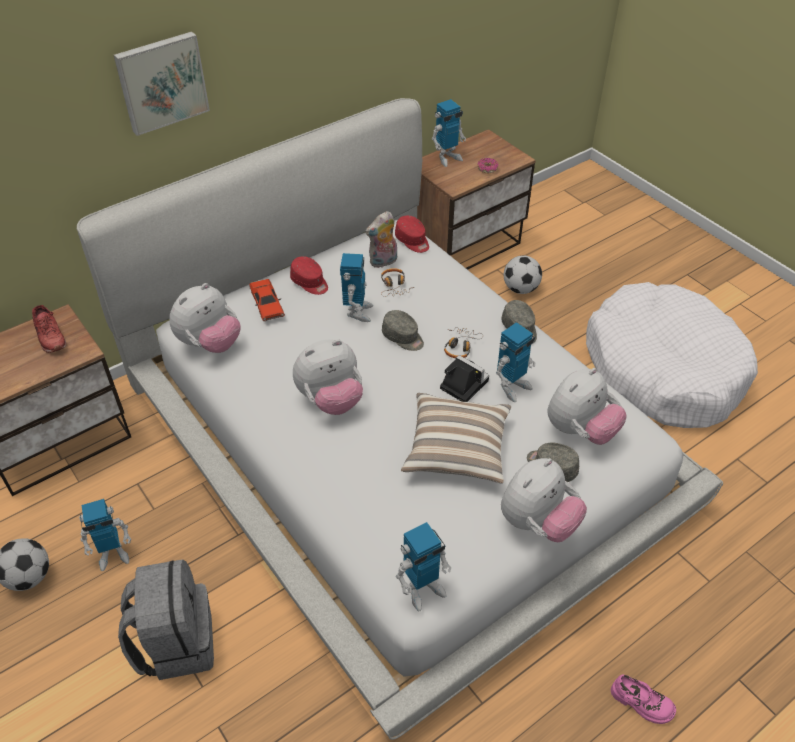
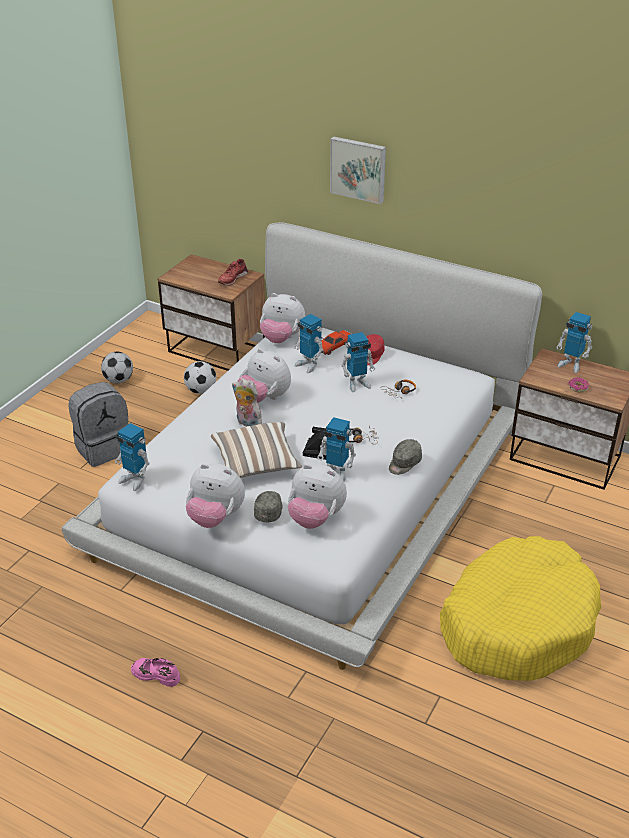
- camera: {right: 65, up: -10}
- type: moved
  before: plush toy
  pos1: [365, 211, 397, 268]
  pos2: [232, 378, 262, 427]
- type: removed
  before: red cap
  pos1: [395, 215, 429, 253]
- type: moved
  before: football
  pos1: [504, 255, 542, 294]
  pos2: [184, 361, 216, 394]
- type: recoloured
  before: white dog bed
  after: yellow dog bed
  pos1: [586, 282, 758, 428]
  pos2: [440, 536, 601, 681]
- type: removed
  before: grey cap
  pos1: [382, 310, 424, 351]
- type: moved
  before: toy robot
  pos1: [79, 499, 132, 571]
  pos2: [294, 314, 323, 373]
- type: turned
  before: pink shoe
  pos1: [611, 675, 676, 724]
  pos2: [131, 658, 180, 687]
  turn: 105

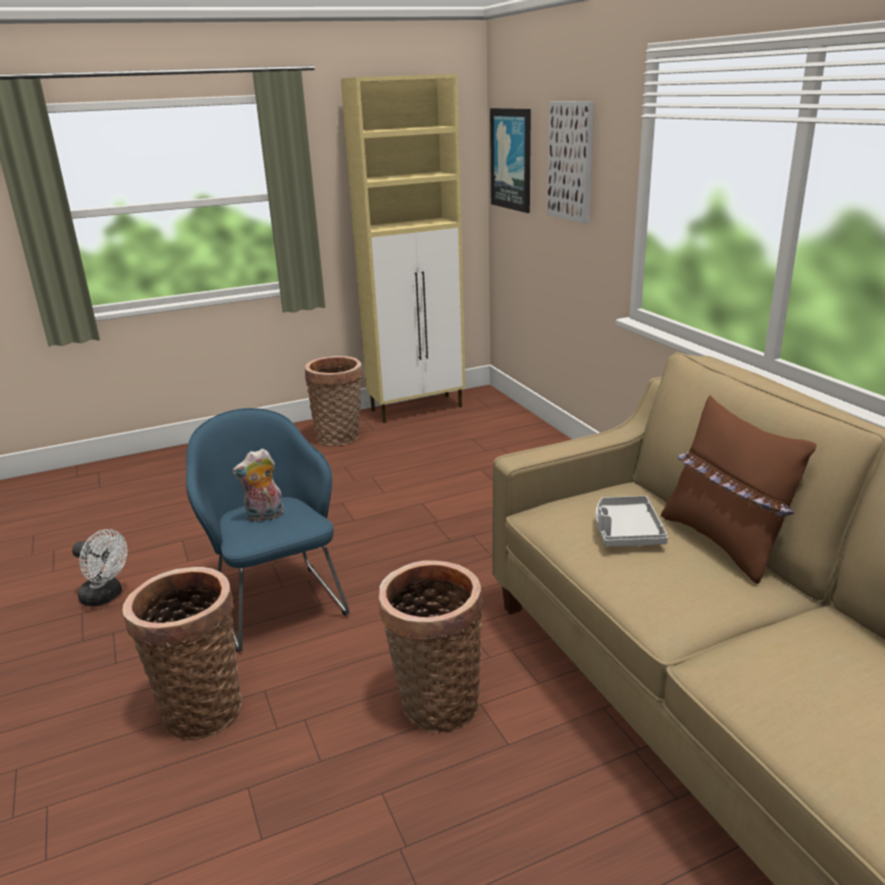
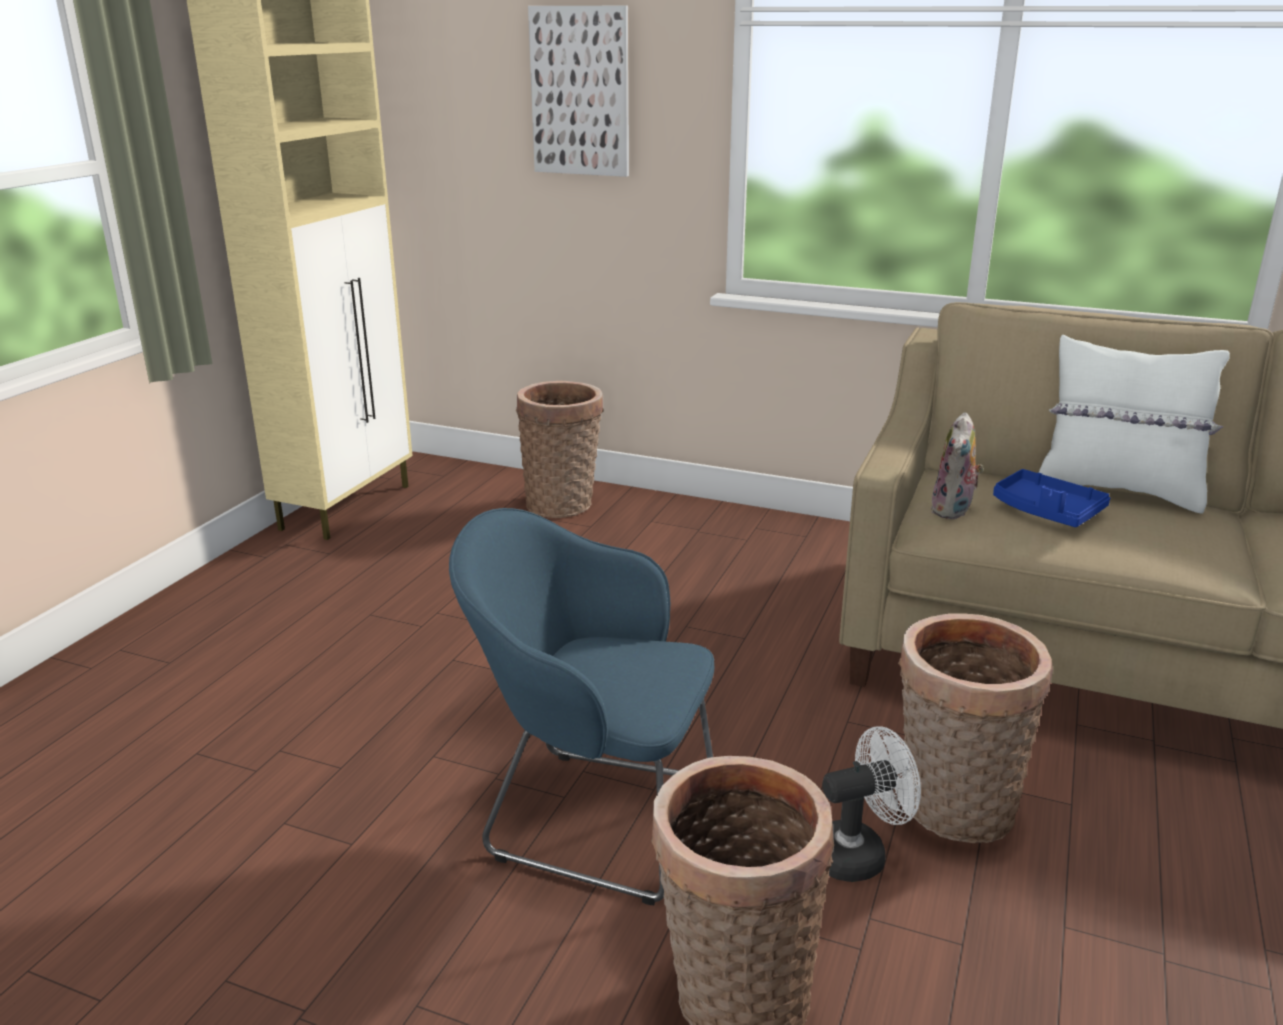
- camera: {right: -45, up: 0}
- type: removed
  before: picture
  pos1: [490, 108, 531, 213]
- type: moved
  before: basket
  pos1: [305, 356, 363, 446]
  pos2: [516, 381, 604, 518]
- type: recoloured
  before: brown pillow
  after: white pillow
  pos1: [661, 395, 817, 584]
  pos2: [1039, 335, 1230, 513]
- type: moved
  before: plush toy
  pos1: [232, 448, 284, 522]
  pos2: [931, 412, 984, 519]
- type: recoloured
  before: grey tray
  after: blue tray
  pos1: [596, 496, 668, 547]
  pos2: [993, 469, 1110, 527]
- type: moved
  before: white fan
  pos1: [72, 529, 127, 606]
  pos2: [822, 726, 921, 882]

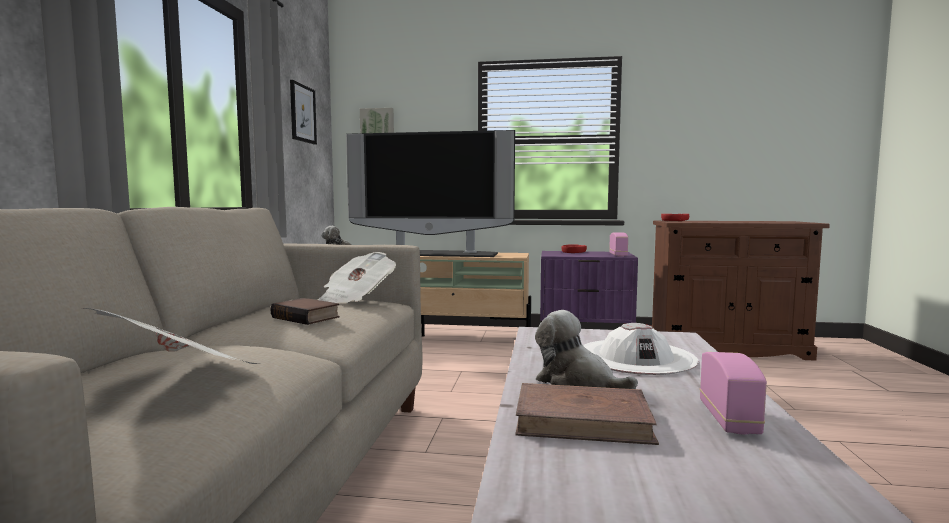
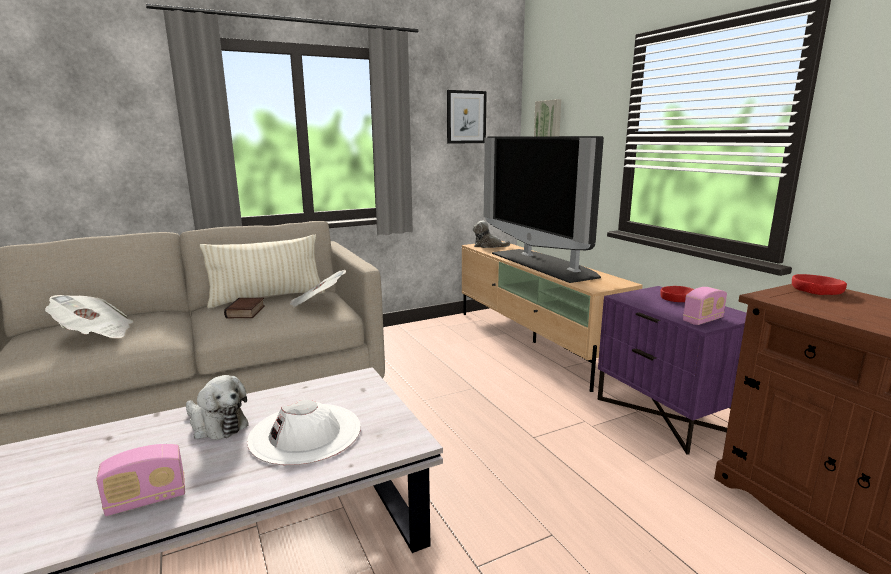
- camera: {right: 55, up: 10}
- type: turned
  before: plush toy
  pos1: [535, 310, 638, 389]
  pos2: [186, 375, 249, 440]
  turn: 120
- type: removed
  before: brown book
  pos1: [515, 383, 659, 445]
- type: added
  after: beige pillow
  pos2: [200, 235, 325, 308]

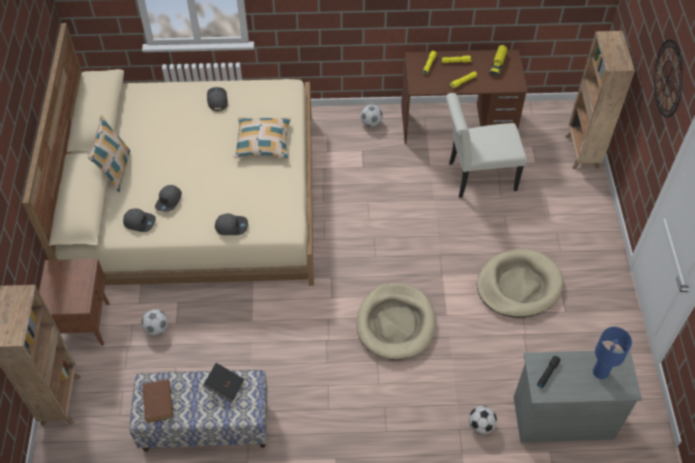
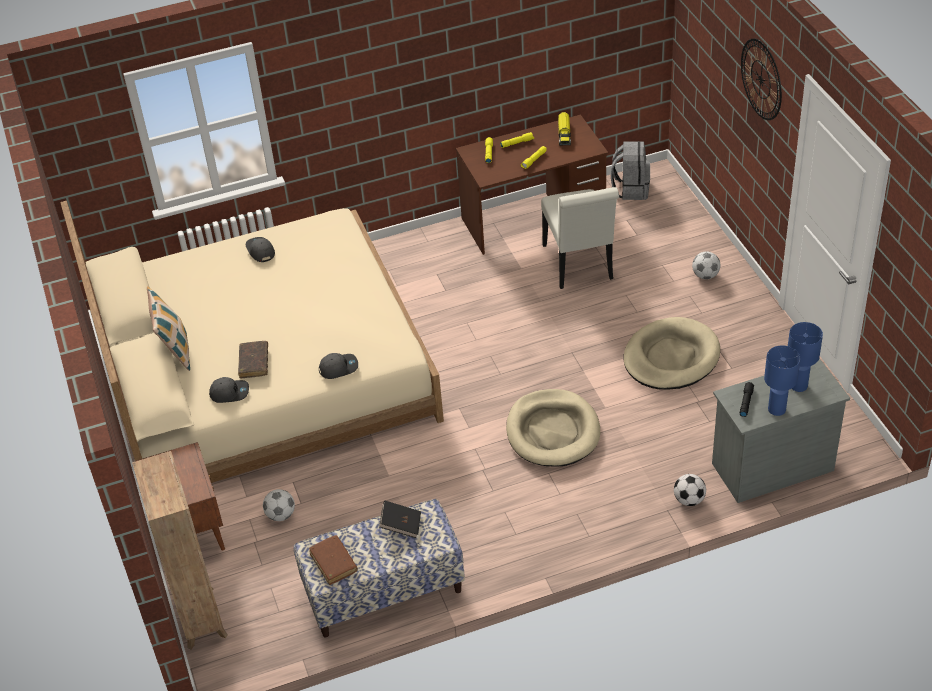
- camera: {right: -15, up: -10}
- type: removed
  before: brown bookcase
  pos1: [566, 31, 635, 170]
- type: turned
  before: white chair
  pos1: [446, 93, 527, 198]
  pos2: [541, 187, 619, 289]
  turn: -75
- type: moved
  before: football
  pos1: [360, 105, 383, 127]
  pos2: [692, 252, 720, 279]
- type: removed
  before: pillow
  pos1: [234, 117, 291, 158]
- type: replaced
  before: grey cap
  after: brown book
  pos1: [155, 185, 182, 212]
  pos2: [238, 341, 268, 379]
- type: added
  after: grey backpack
  pos2: [611, 141, 650, 200]
- type: added
  after: blue table lamp
  pos2: [764, 346, 800, 416]

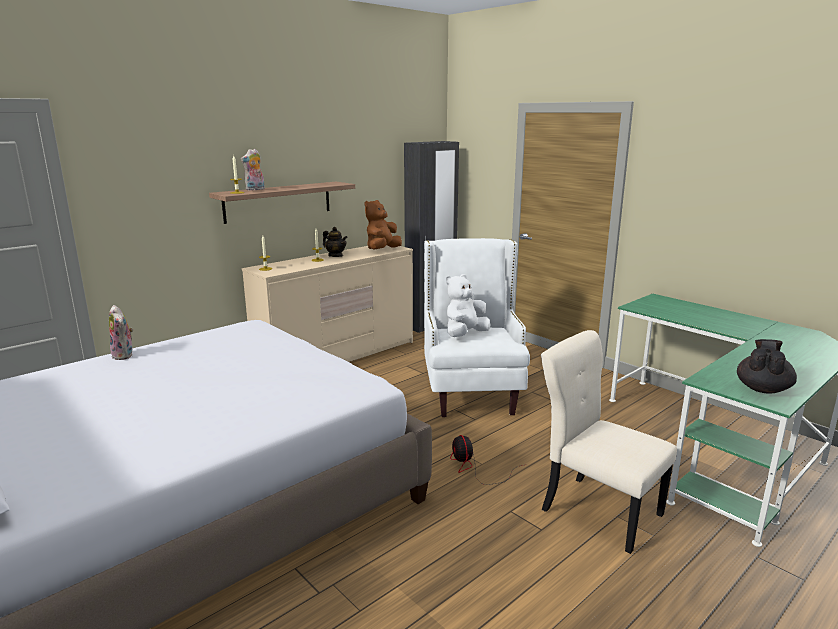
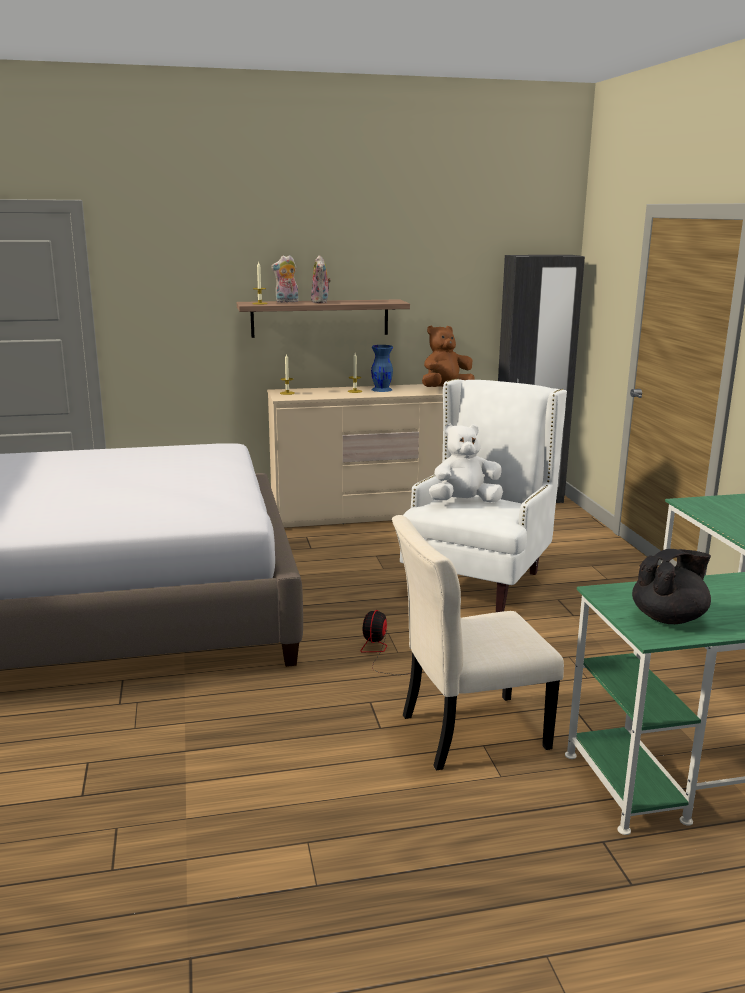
- camera: {right: 30, up: 0}
- type: replaced
  before: teapot
  after: blue vase
  pos1: [323, 227, 347, 257]
  pos2: [371, 345, 393, 392]
- type: moved
  before: plush toy
  pos1: [109, 305, 133, 360]
  pos2: [311, 255, 331, 303]
- type: turned
  before: beige chair
  pos1: [541, 330, 677, 554]
  pos2: [392, 515, 564, 771]
  turn: -90

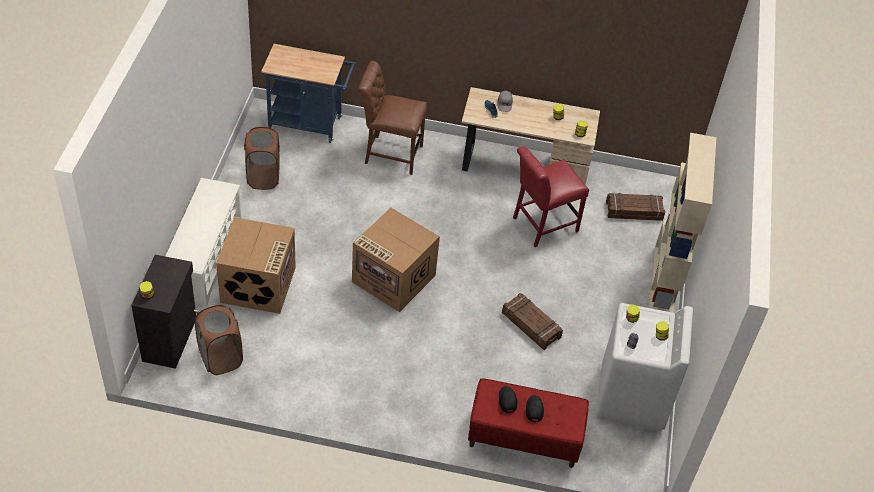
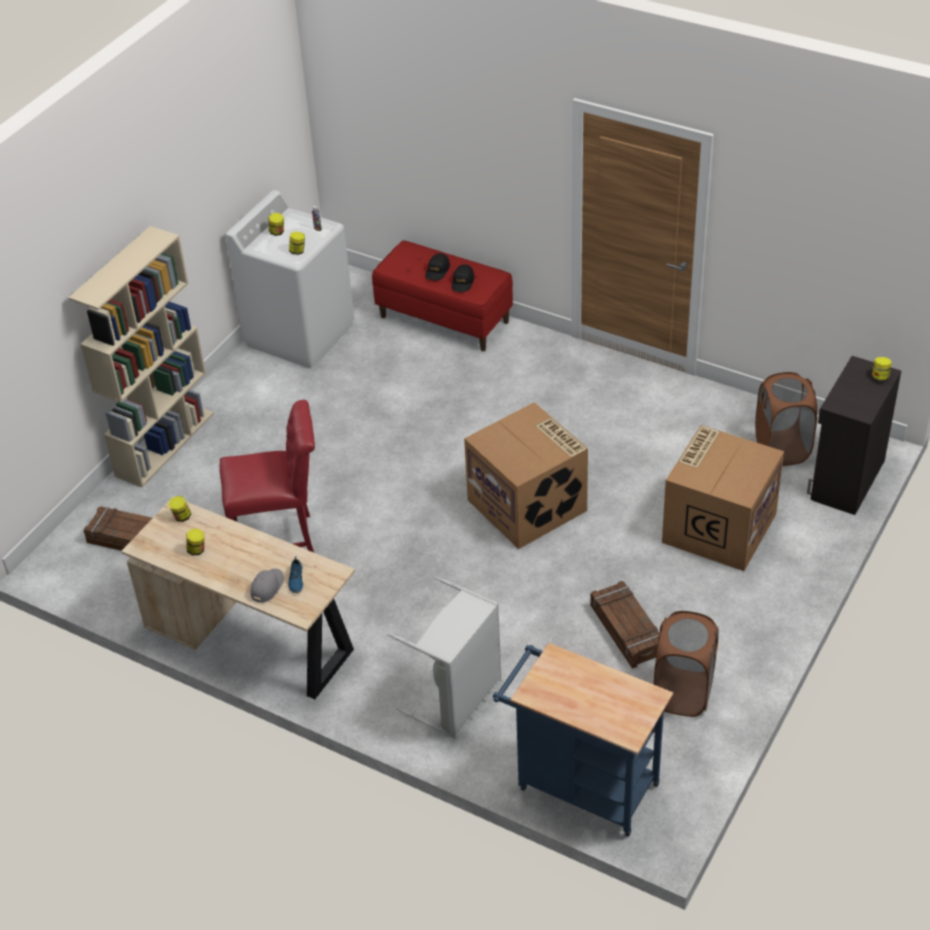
- camera: {right: -155, up: -5}
- type: replaced
  before: brown chair
  after: grey laundry basket
  pos1: [358, 61, 427, 175]
  pos2: [387, 576, 502, 739]
- type: removed
  before: white shoe rack
  pos1: [165, 178, 241, 307]
- type: moved
  before: crate
  pos1: [502, 293, 563, 350]
  pos2: [590, 581, 660, 668]

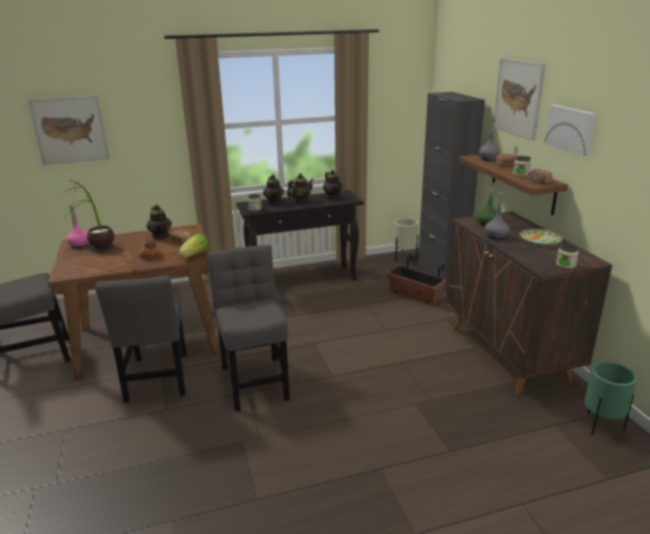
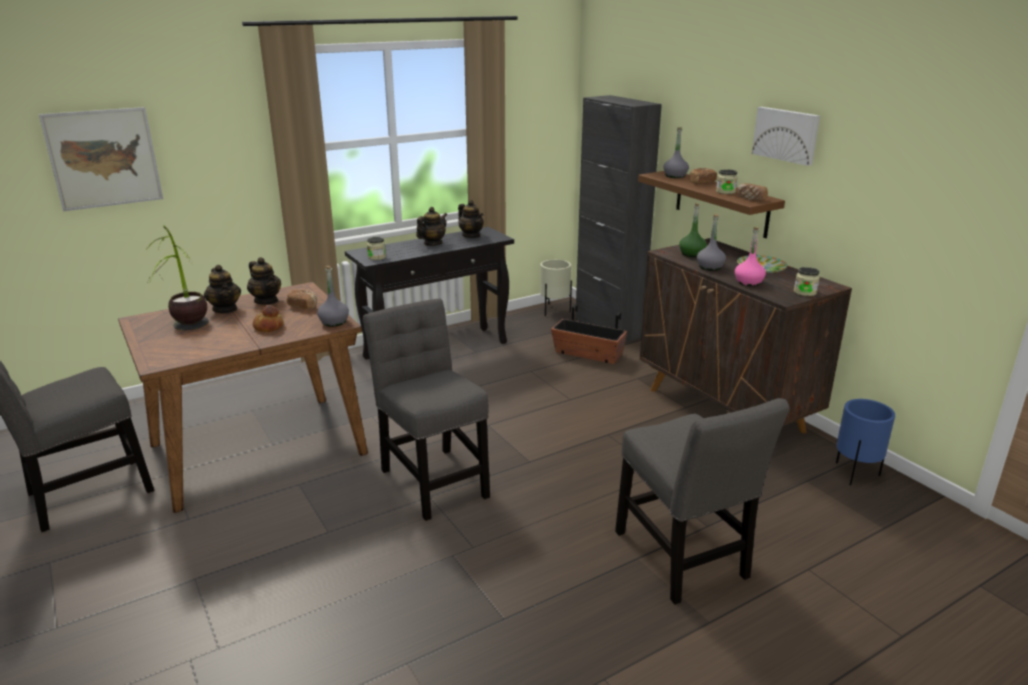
- camera: {right: -15, up: 0}
- type: removed
  before: picture
  pos1: [494, 58, 546, 141]
- type: moved
  before: teapot
  pos1: [263, 174, 284, 204]
  pos2: [204, 265, 241, 313]
- type: moved
  before: pink bottle
  pos1: [67, 206, 89, 248]
  pos2: [735, 227, 766, 286]
- type: replaced
  before: lettuce
  after: grey bottle
  pos1: [179, 234, 209, 258]
  pos2: [317, 266, 349, 327]
- type: moved
  before: grey chair
  pos1: [95, 275, 187, 403]
  pos2: [615, 398, 790, 605]
- type: recoloured
  before: green planter
  after: blue planter
  pos1: [584, 361, 637, 435]
  pos2: [836, 399, 895, 485]

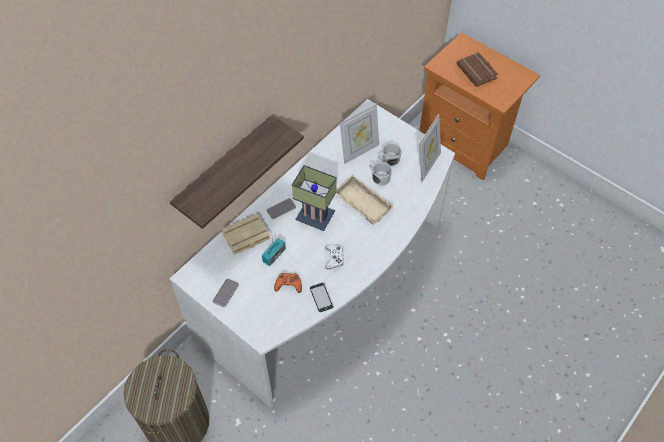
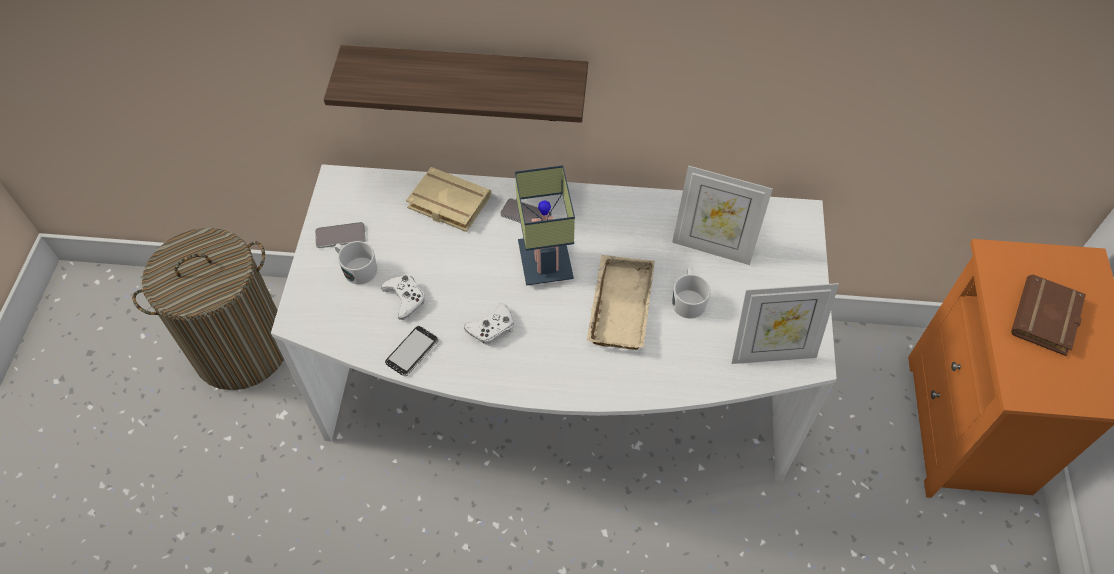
- camera: {right: 55, up: 0}
- type: moved
  before: white mug
  pos1: [378, 143, 401, 166]
  pos2: [335, 241, 377, 284]
- type: removed
  before: radio
  pos1: [262, 231, 286, 266]
- type: recoloured
  before: orange game controller
  after: white game controller
  pos1: [274, 273, 302, 293]
  pos2: [382, 275, 425, 320]

